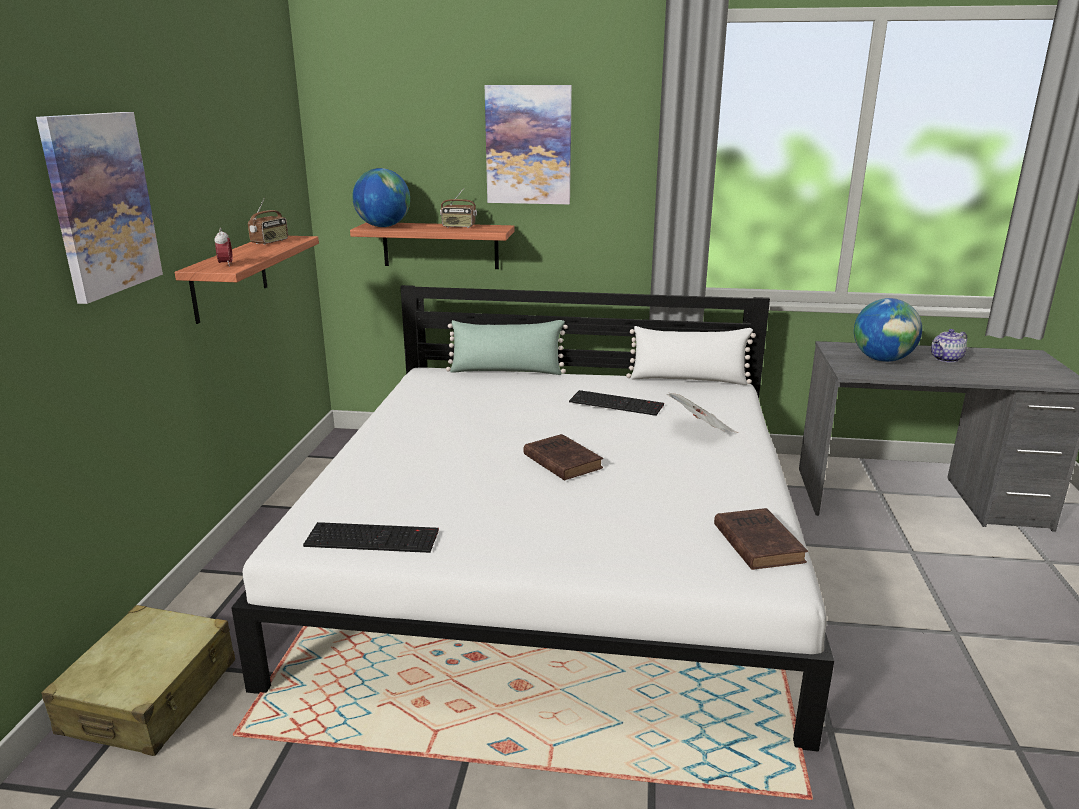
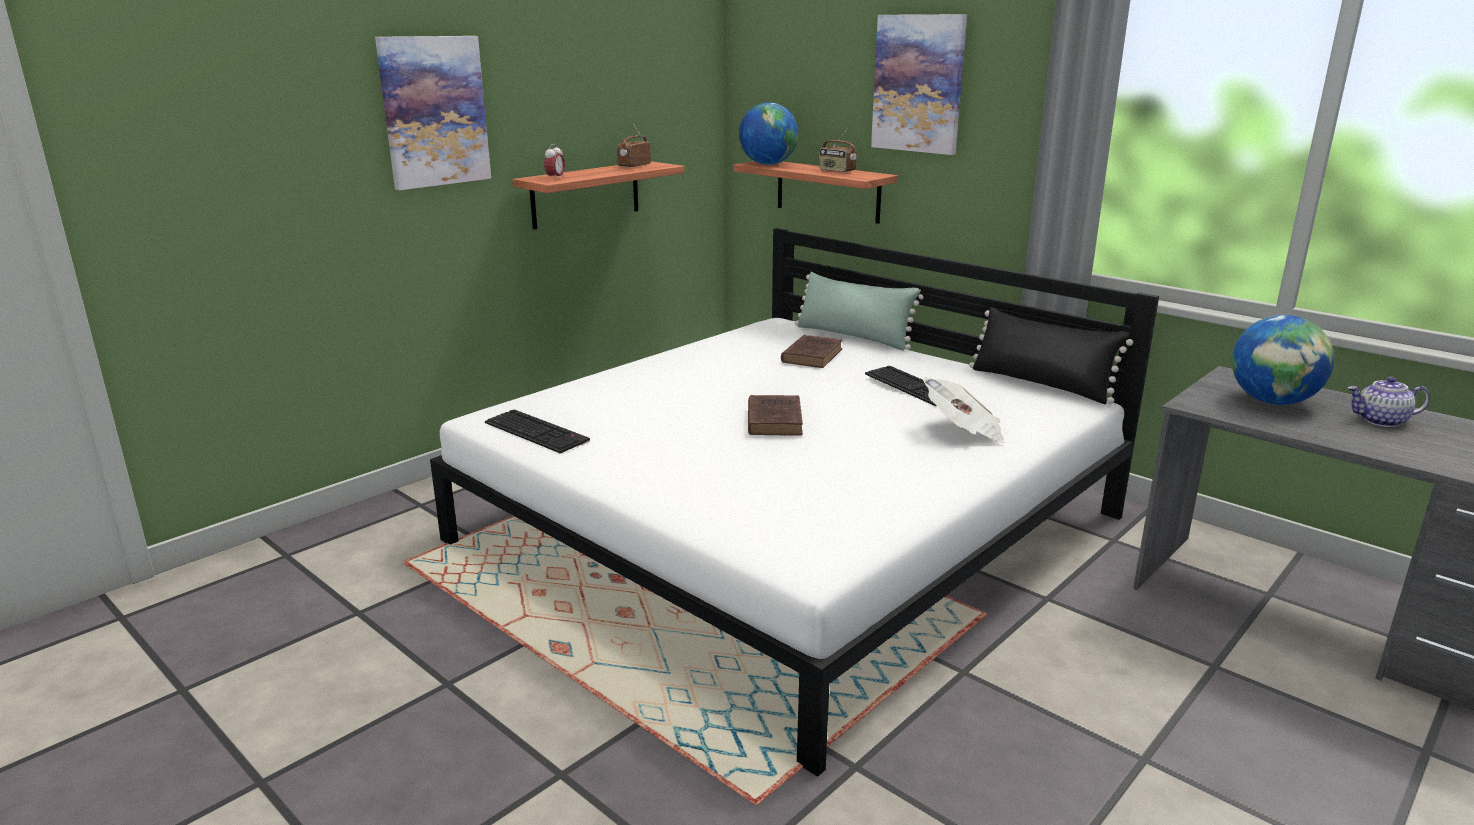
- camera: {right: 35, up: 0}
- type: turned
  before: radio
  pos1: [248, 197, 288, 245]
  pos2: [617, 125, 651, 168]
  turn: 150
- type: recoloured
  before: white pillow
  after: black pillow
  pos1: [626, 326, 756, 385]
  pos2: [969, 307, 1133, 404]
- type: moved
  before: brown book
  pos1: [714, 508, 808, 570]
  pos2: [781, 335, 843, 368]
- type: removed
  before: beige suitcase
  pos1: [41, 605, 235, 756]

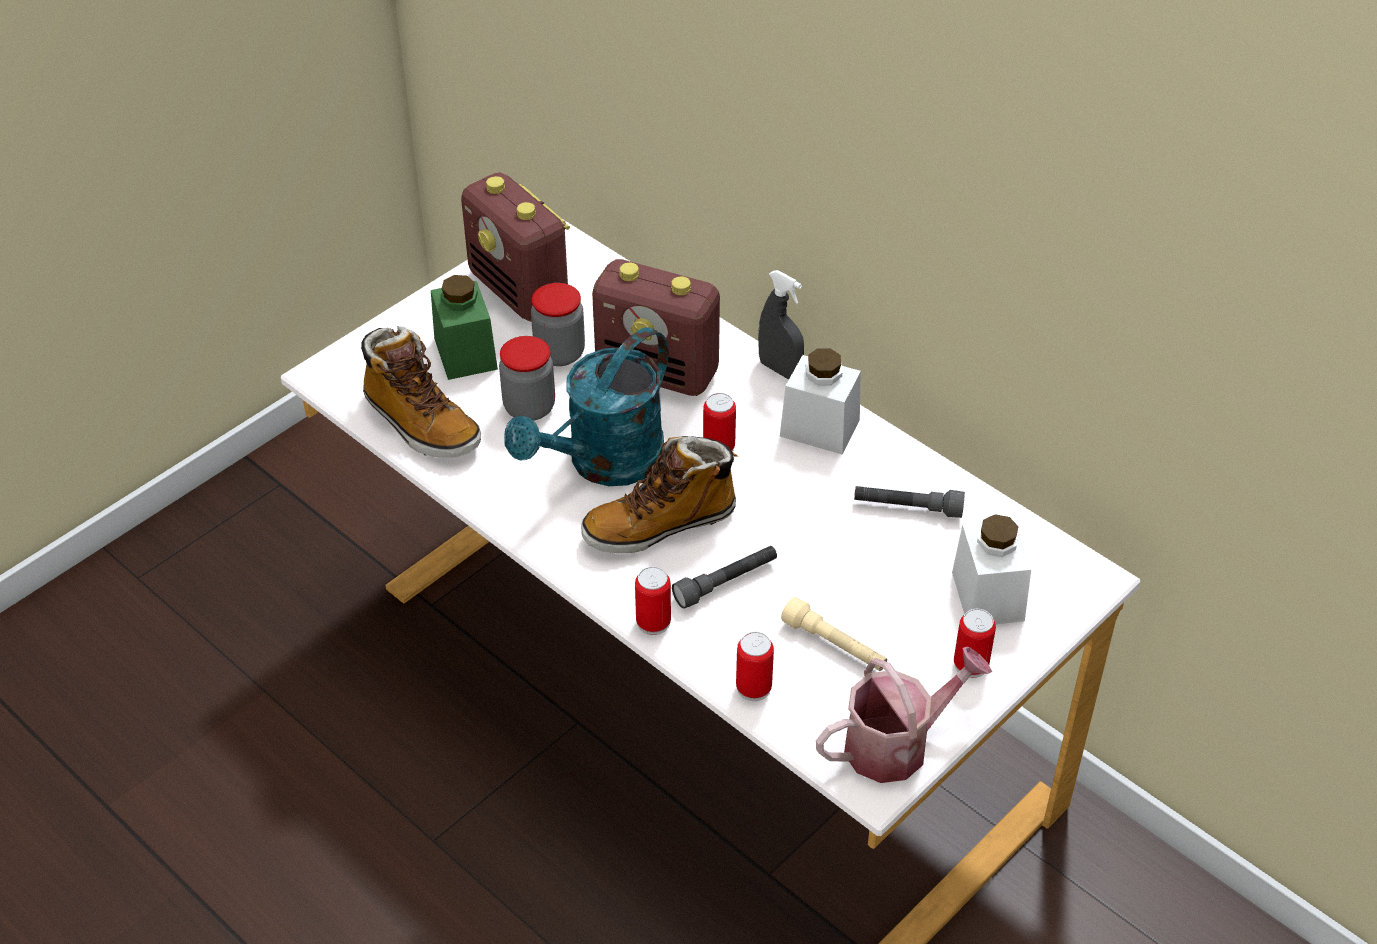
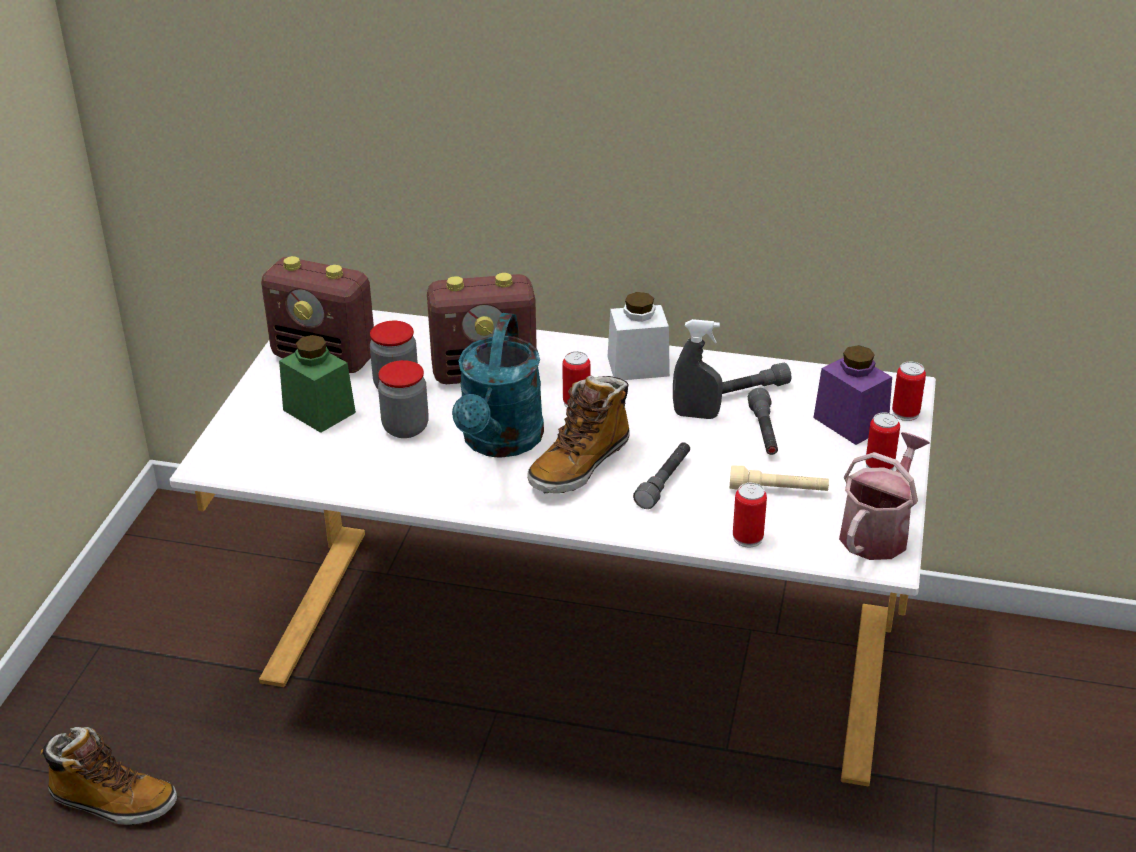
- camera: {right: -30, up: -10}
- type: moved
  before: grey spray bottle
  pos1: [758, 270, 804, 379]
  pos2: [673, 319, 723, 419]
- type: moved
  before: boot
  pos1: [361, 326, 481, 458]
  pos2: [40, 727, 177, 825]
- type: recoloured
  before: white jar
  after: purple jar
  pos1: [952, 514, 1031, 624]
  pos2: [813, 345, 892, 445]
- type: moved
  before: can
  pos1: [635, 566, 671, 635]
  pos2: [892, 362, 926, 421]
- type: added
  after: grey flashlight
  pos2: [748, 388, 778, 455]

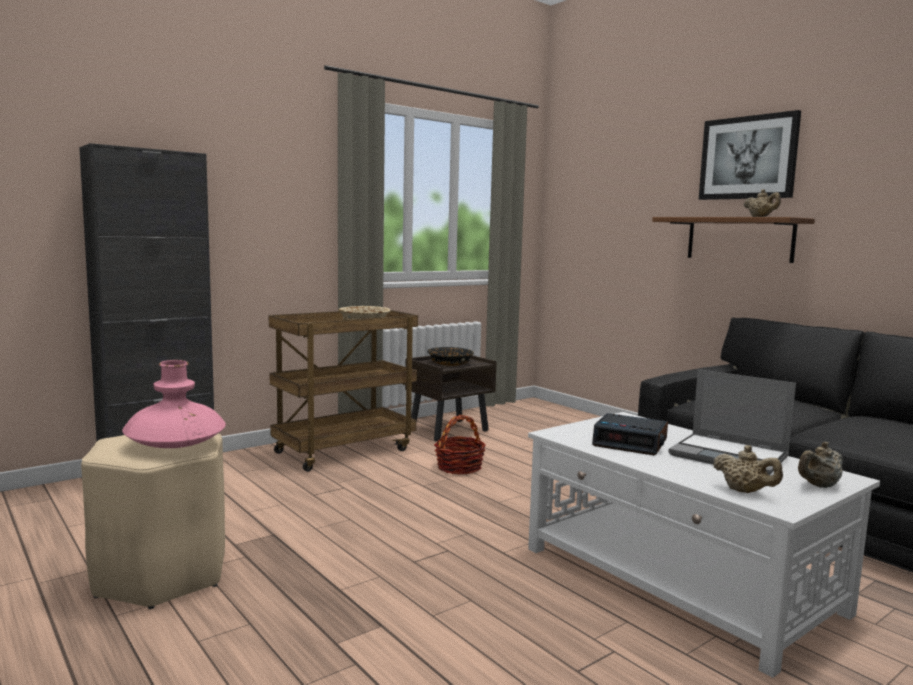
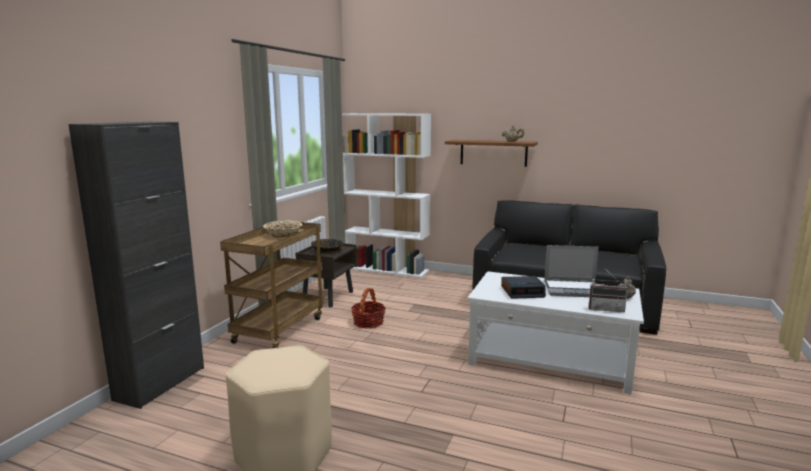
- camera: {right: -30, up: 5}
- type: removed
  before: picture
  pos1: [699, 110, 801, 200]
- type: removed
  before: pink vase
  pos1: [122, 360, 226, 448]
- type: replaced
  before: beige teapot
  after: radio
  pos1: [713, 445, 783, 493]
  pos2: [588, 268, 628, 313]
- type: added
  after: white bookcase
  pos2: [342, 113, 431, 278]

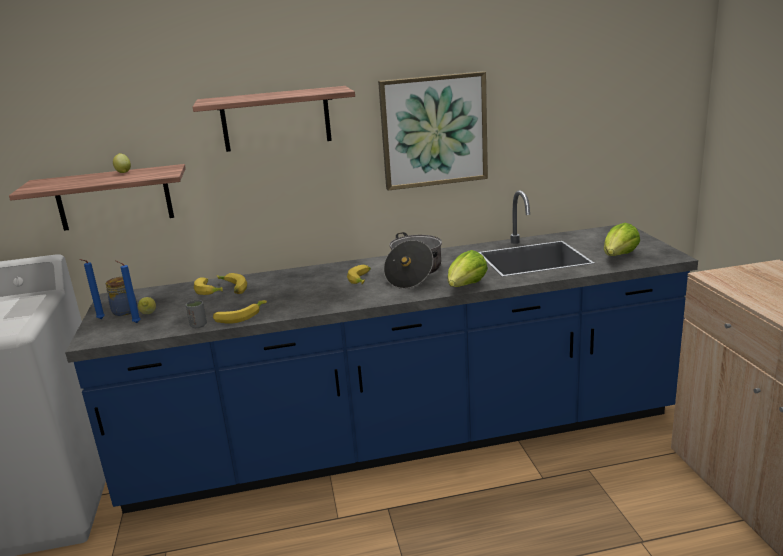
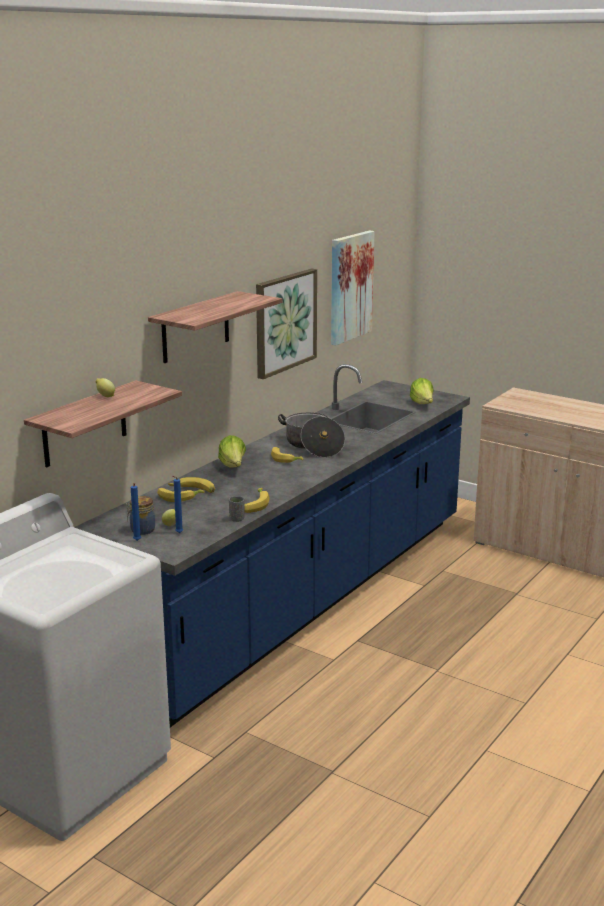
- camera: {right: -45, up: 0}
- type: moved
  before: lettuce
  pos1: [448, 250, 488, 287]
  pos2: [218, 435, 246, 468]
- type: added
  after: picture
  pos2: [331, 231, 375, 345]

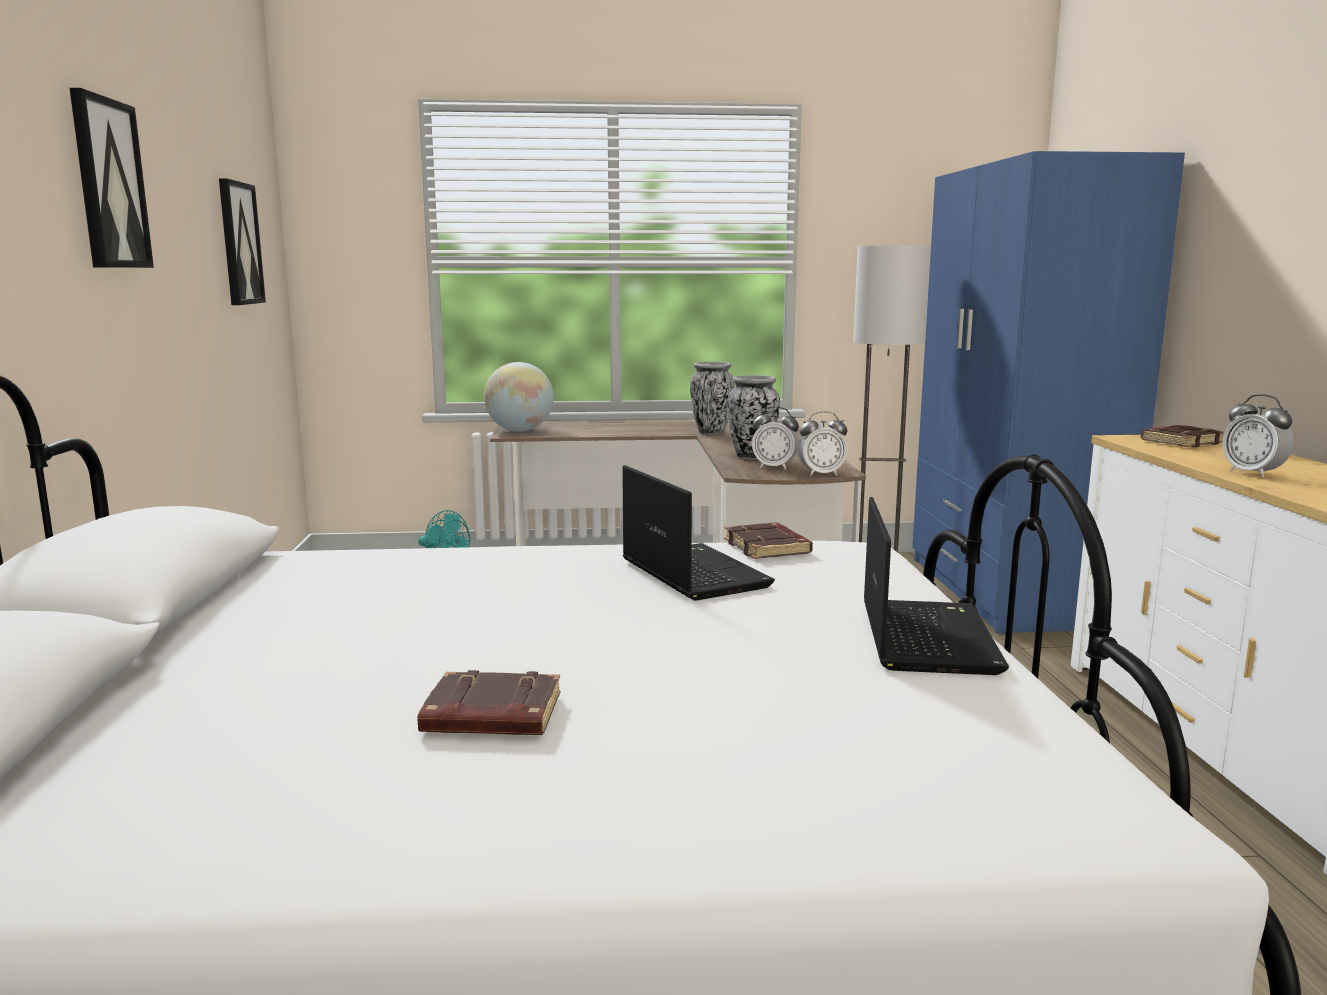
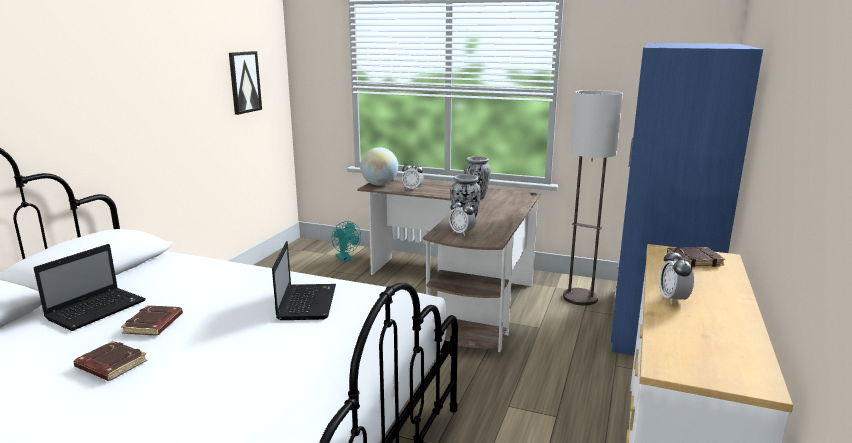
- camera: {right: 25, up: 5}
- type: removed
  before: picture
  pos1: [70, 88, 154, 268]
- type: moved
  before: alarm clock
  pos1: [798, 411, 847, 476]
  pos2: [402, 161, 424, 190]
- type: moved
  before: laptop
  pos1: [864, 497, 1009, 675]
  pos2: [34, 244, 146, 331]
- type: moved
  before: brown book
  pos1: [724, 522, 813, 559]
  pos2: [121, 305, 183, 336]

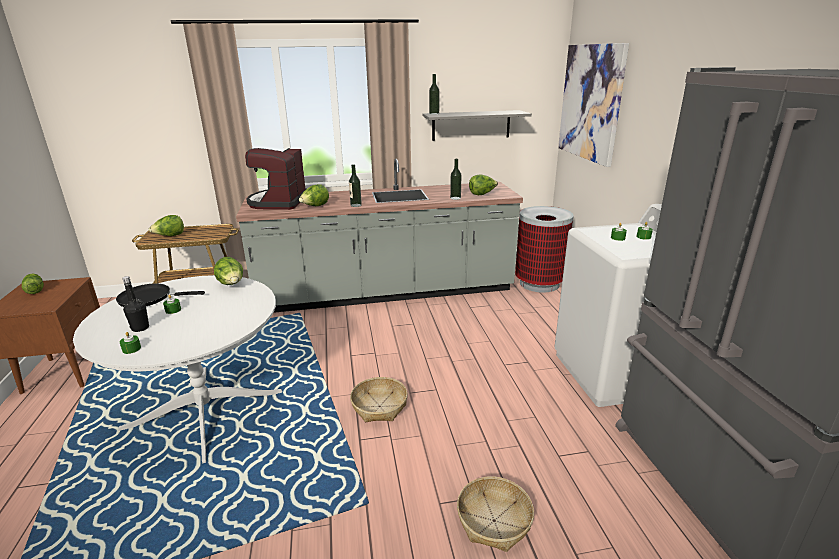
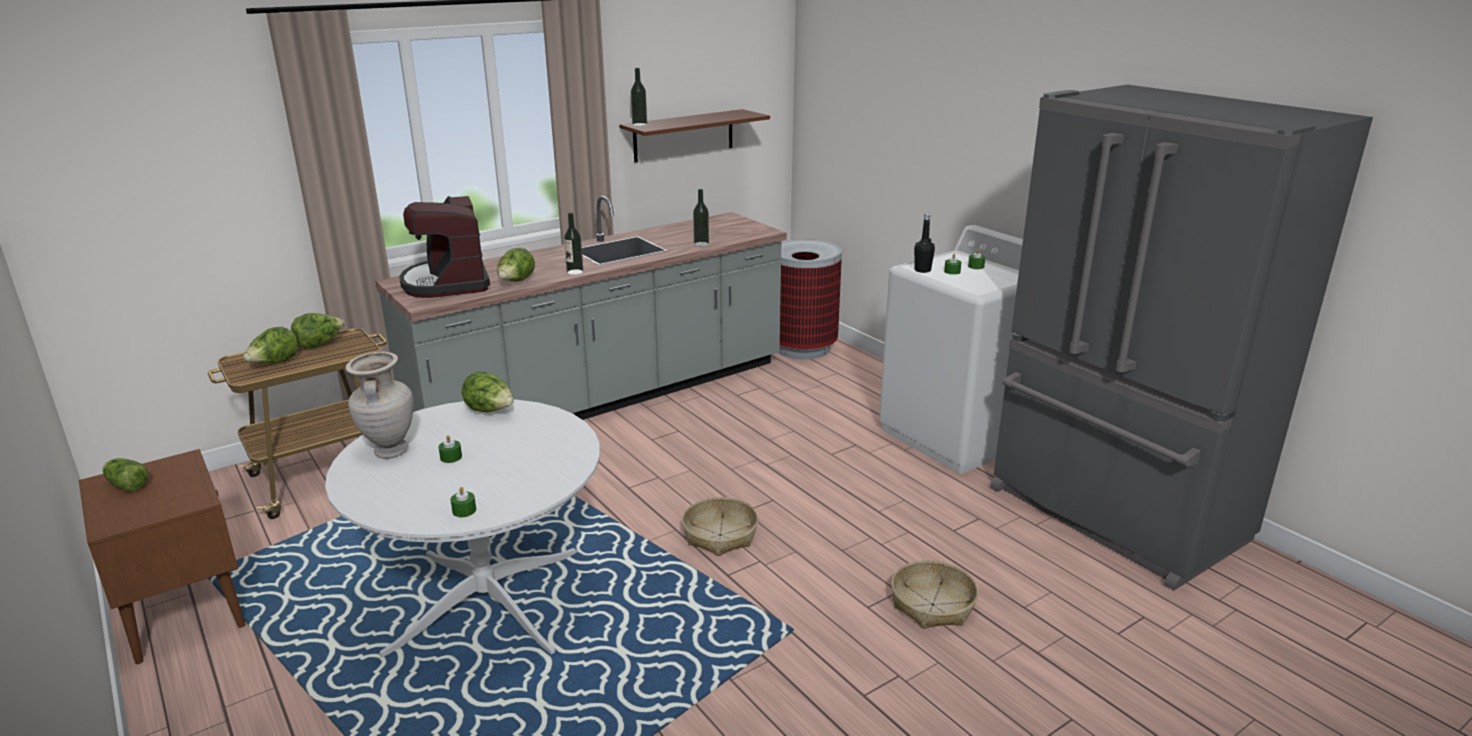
- camera: {right: -25, up: 0}
- type: removed
  before: picture
  pos1: [558, 43, 629, 167]
- type: recoloured
  before: grey shelf
  after: brown shelf
  pos1: [423, 110, 532, 141]
  pos2: [620, 109, 770, 162]
- type: moved
  before: lettuce
  pos1: [469, 175, 498, 195]
  pos2: [291, 313, 345, 348]
- type: moved
  before: black bottle
  pos1: [122, 276, 149, 332]
  pos2: [914, 213, 935, 273]
- type: replaced
  before: black frying pan
  after: beige vase
  pos1: [116, 284, 205, 307]
  pos2: [346, 352, 414, 459]

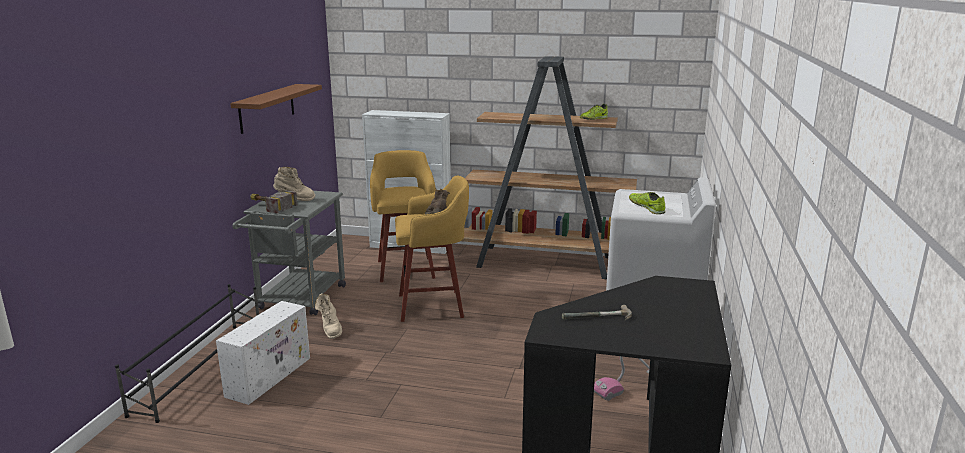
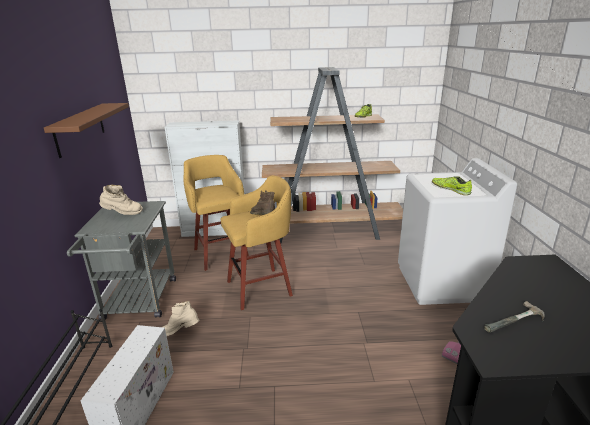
- camera: {right: -15, up: 5}
- type: removed
  before: hammer
  pos1: [250, 190, 297, 214]
- type: turned
  before: beige boot
  pos1: [315, 293, 342, 339]
  pos2: [163, 301, 199, 336]
  turn: 120

